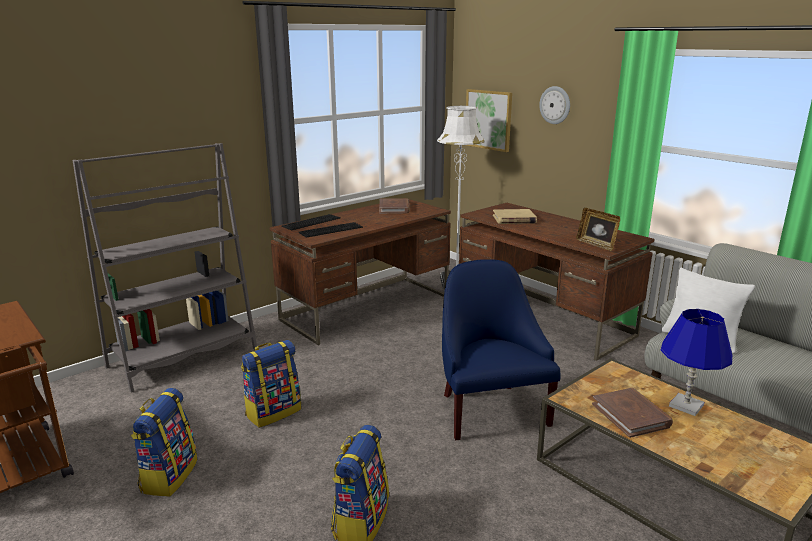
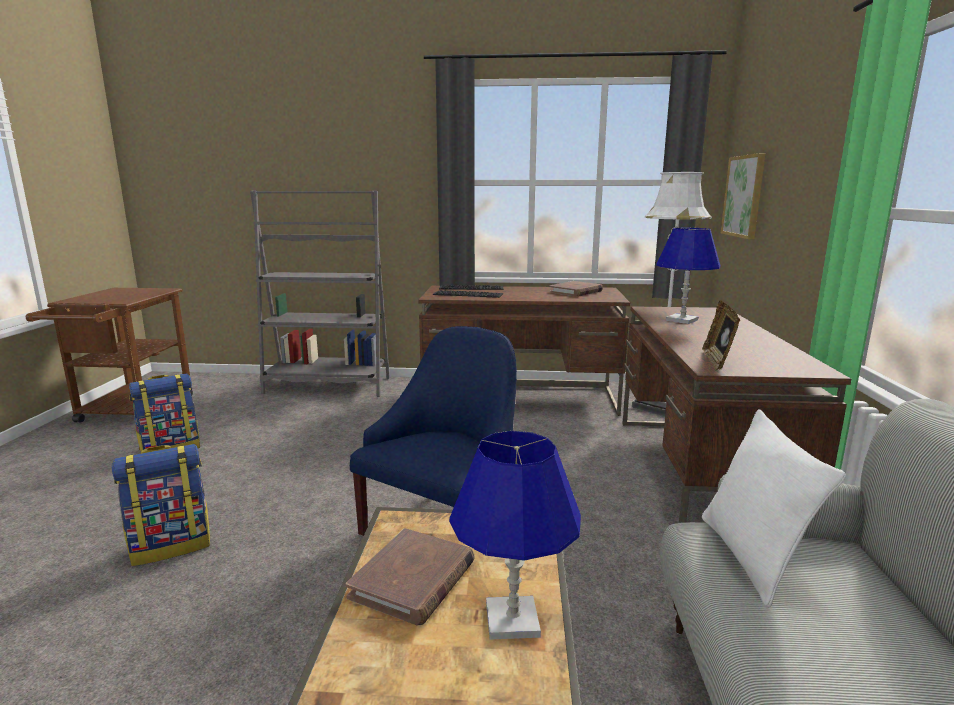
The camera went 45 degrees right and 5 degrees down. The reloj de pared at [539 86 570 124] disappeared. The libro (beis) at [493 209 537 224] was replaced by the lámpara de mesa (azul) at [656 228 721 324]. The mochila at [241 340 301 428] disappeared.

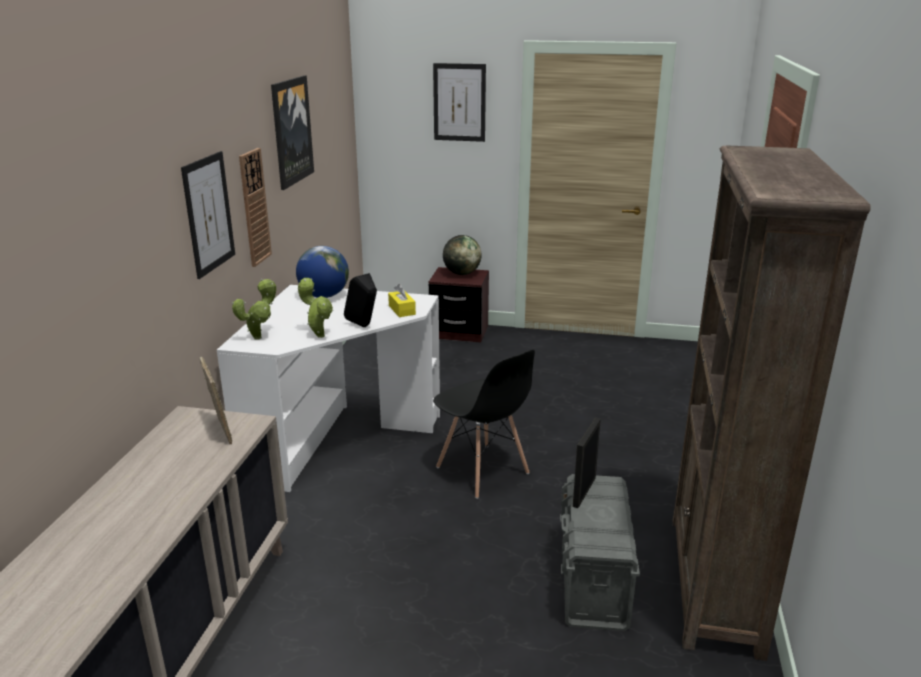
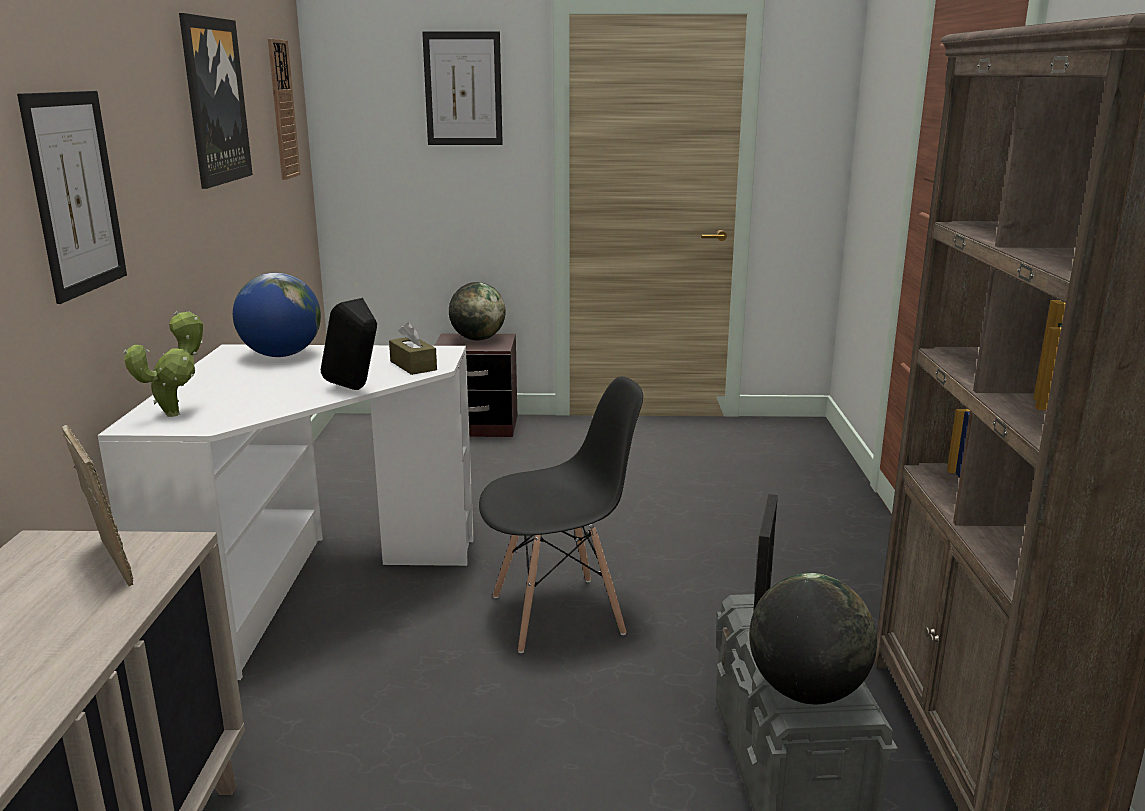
The camera went 10 degrees left and 5 degrees down. The reloj de pared moved from [239 148 272 267] to [268 39 301 180]. The planta en maceta at [298 278 333 338] disappeared. The caja de pañuelos (amarillo) at [388 284 416 317] became the caja de pañuelos (marrón) at [389 322 437 375]. The silla (negro) at [433 350 535 499] turned 60 degrees counterclockwise. The globo terráqueo at [749 573 877 704] appeared.

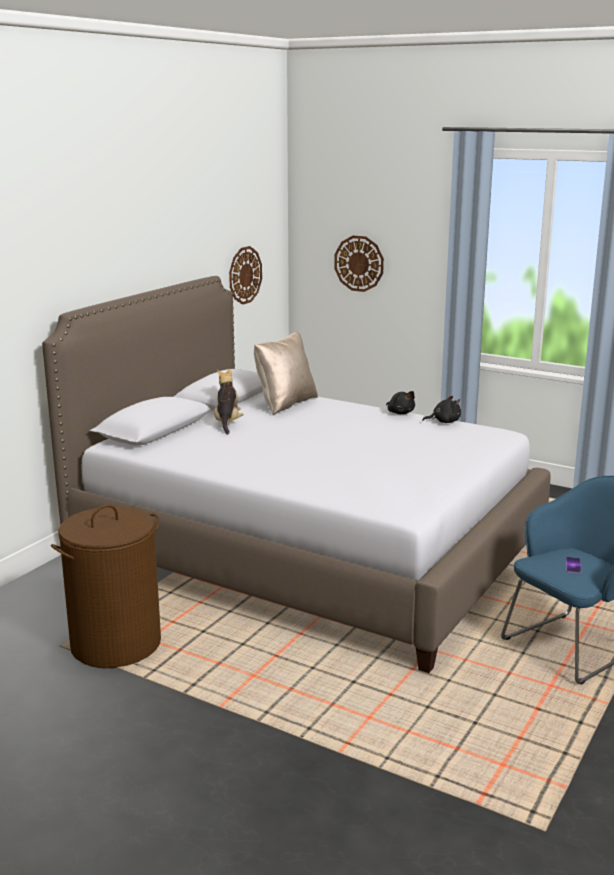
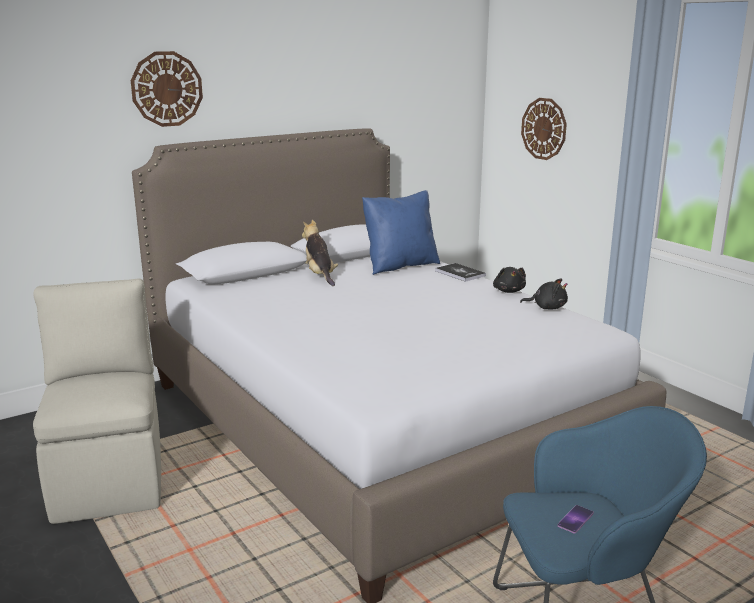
The camera went 25 degrees right and 0 degrees up. The reloj de pared moved from [229 246 262 305] to [131 51 203 127]. The cojín (beis) at [254 332 318 415] became the cojín (azul) at [362 190 440 275]. The peluche at [214 369 244 434] turned 45 degrees counterclockwise. The cesto de la ropa (marrón) at [51 505 161 668] was replaced by the silla (beis) at [33 278 161 524]. The libro at [435 263 486 282] appeared.

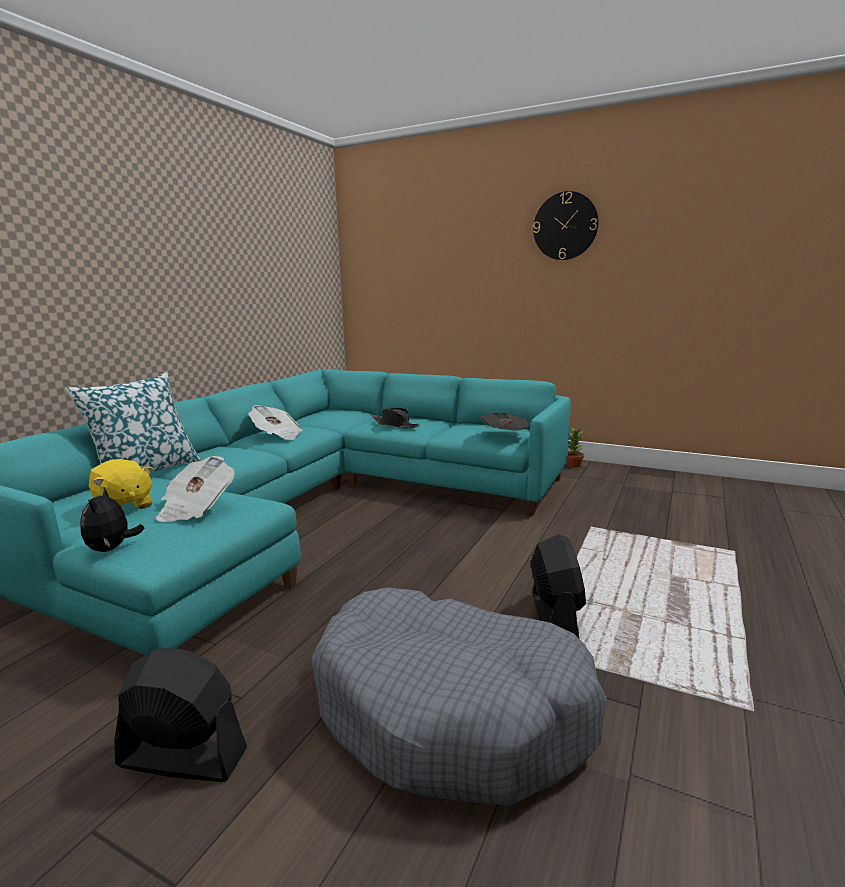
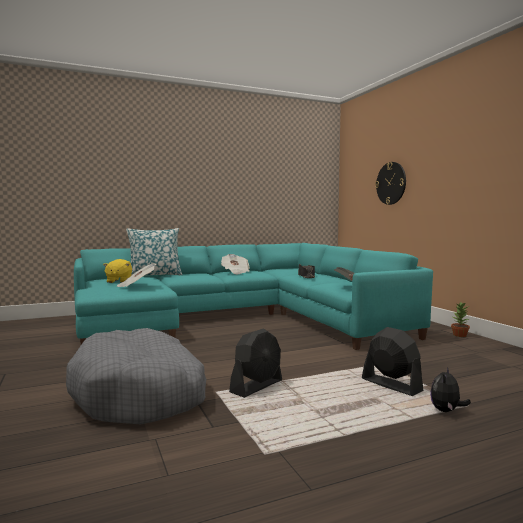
The camera went 40 degrees right and 10 degrees down. The reloj de pared moved from [533 191 598 260] to [375 162 406 205]. The peluche moved from [80 487 144 552] to [430 367 471 412]. The ventilador (negro) moved from [114 648 247 782] to [362 327 424 396].

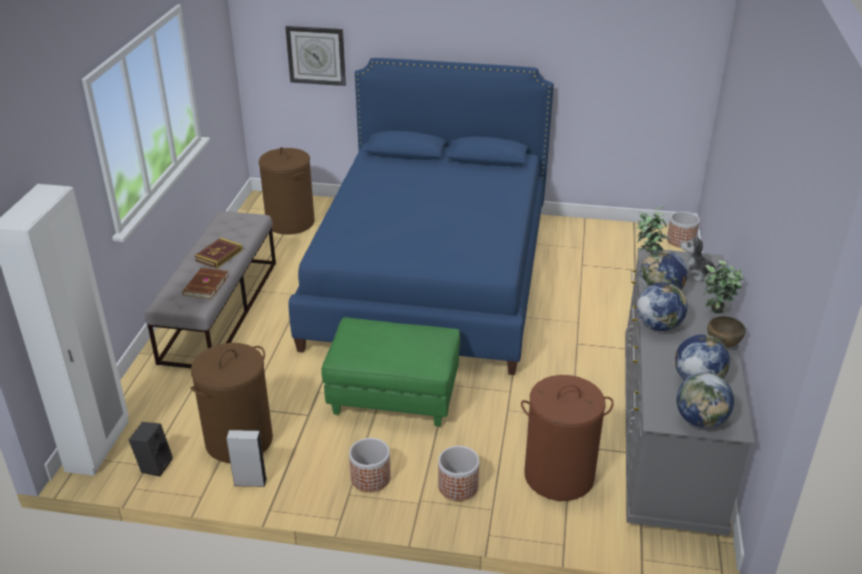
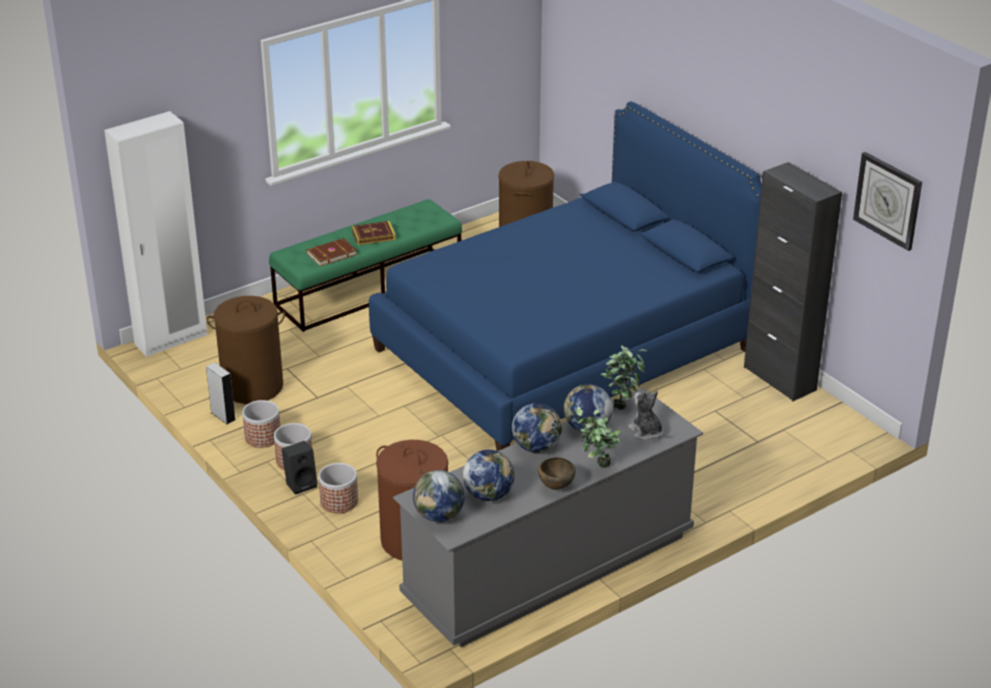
The camera went 45 degrees right and 0 degrees up. The reloj de pared moved from [285 26 346 86] to [853 152 922 251]. The banco (gris) at [145 211 276 368] became the banco (verde) at [269 199 462 332]. The maceta moved from [667 212 700 248] to [242 400 280 448]. The puf (verde) at [321 317 460 427] disappeared. The altavoz (negro) moved from [129 422 173 476] to [282 441 318 495]. The armario (negro) at [744 162 842 401] appeared.

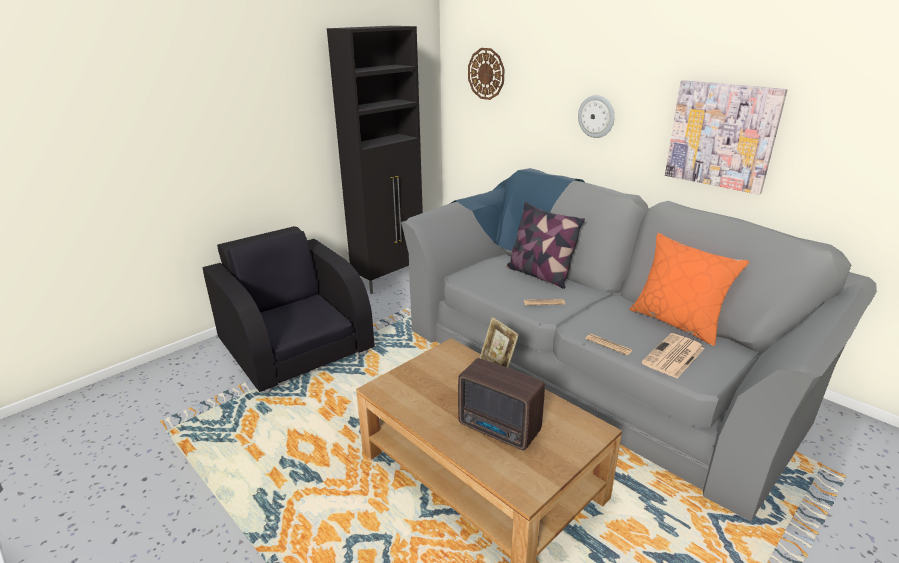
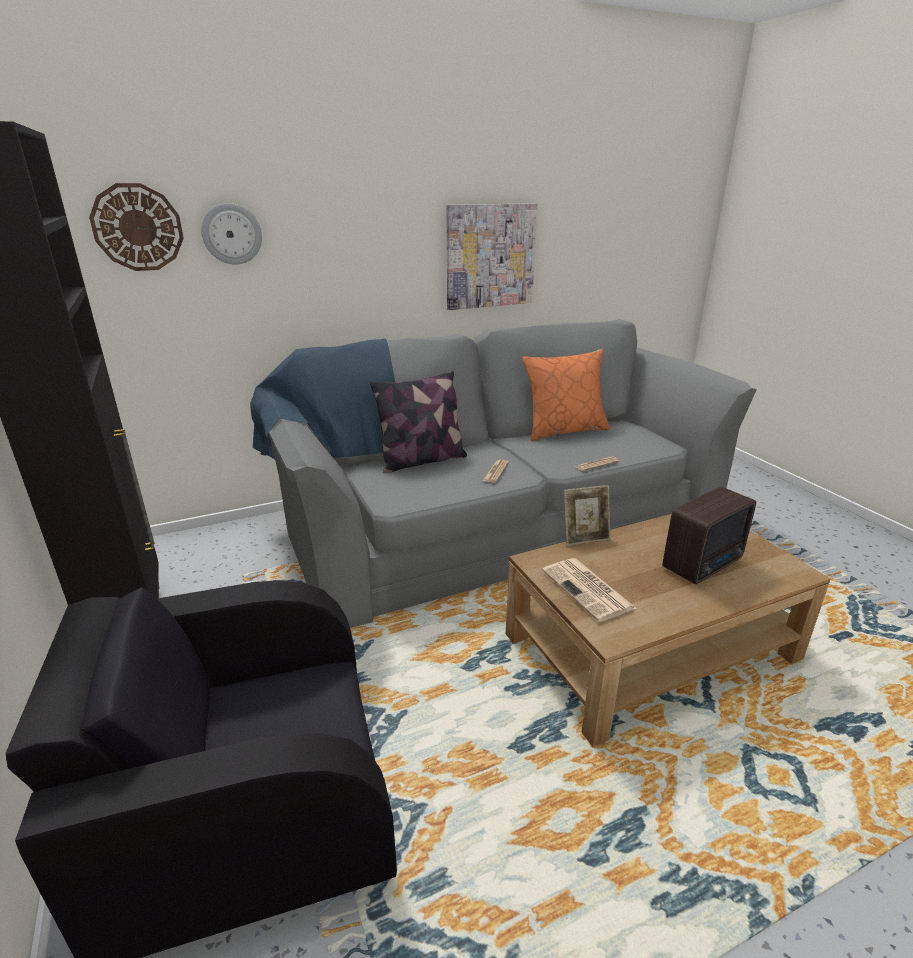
The camera went 70 degrees left and 0 degrees up. The reloj de pared moved from [578 95 615 138] to [201 203 262 265]. The periódico moved from [641 333 705 378] to [542 558 636 622].

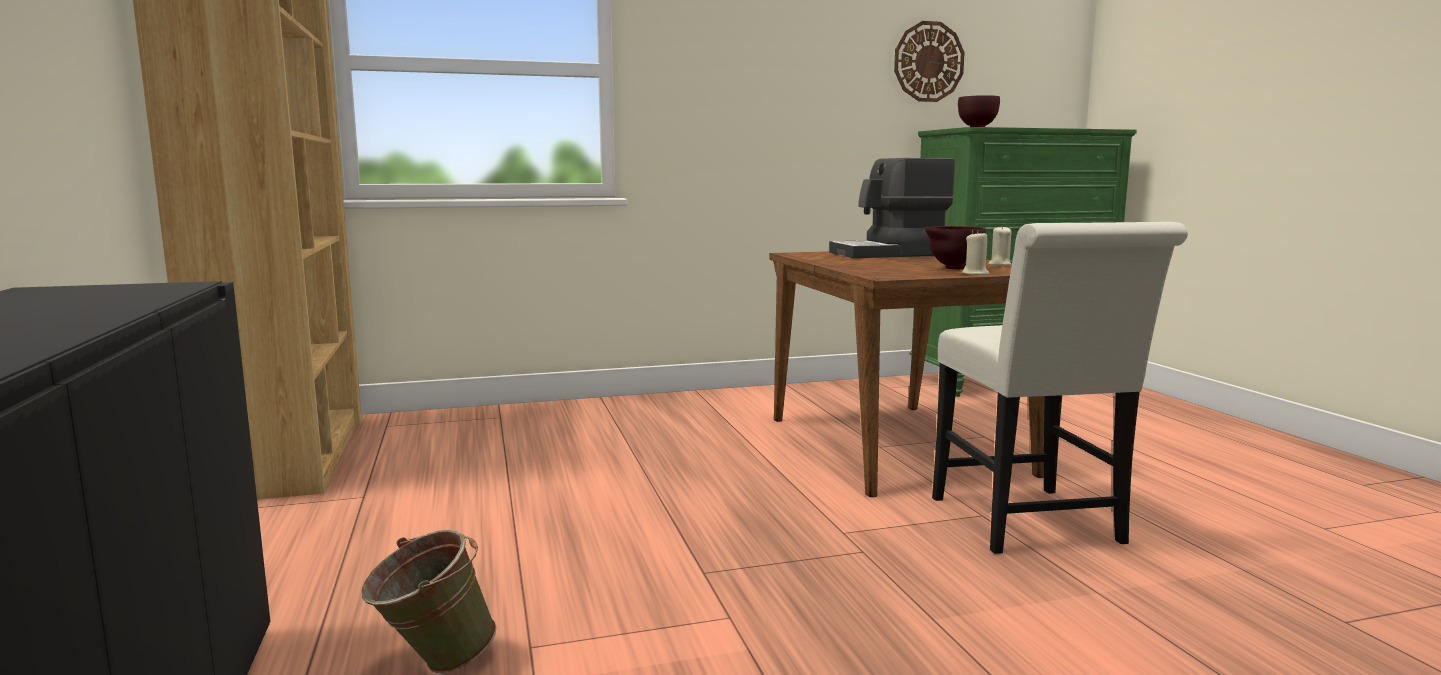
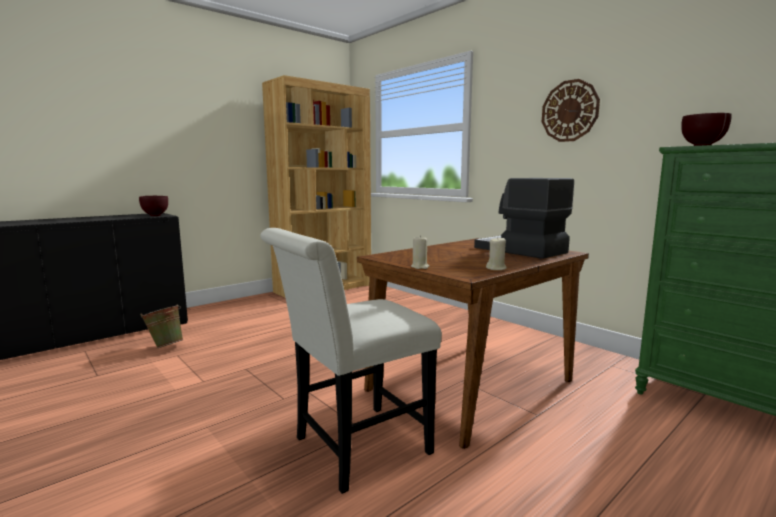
The camera went 65 degrees right and 0 degrees up. The reloj de pared moved from [894 21 965 102] to [542 79 600 142]. The cuenco (marrón) moved from [925 226 986 269] to [139 196 168 216].

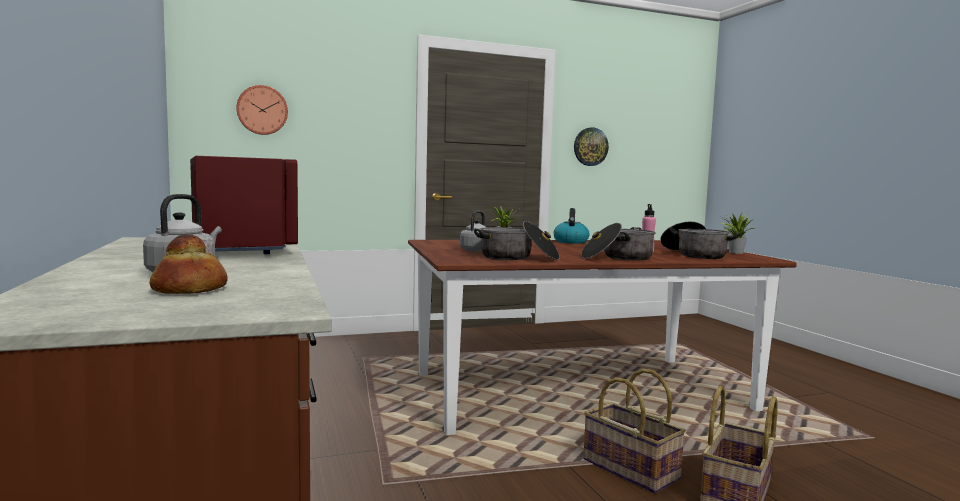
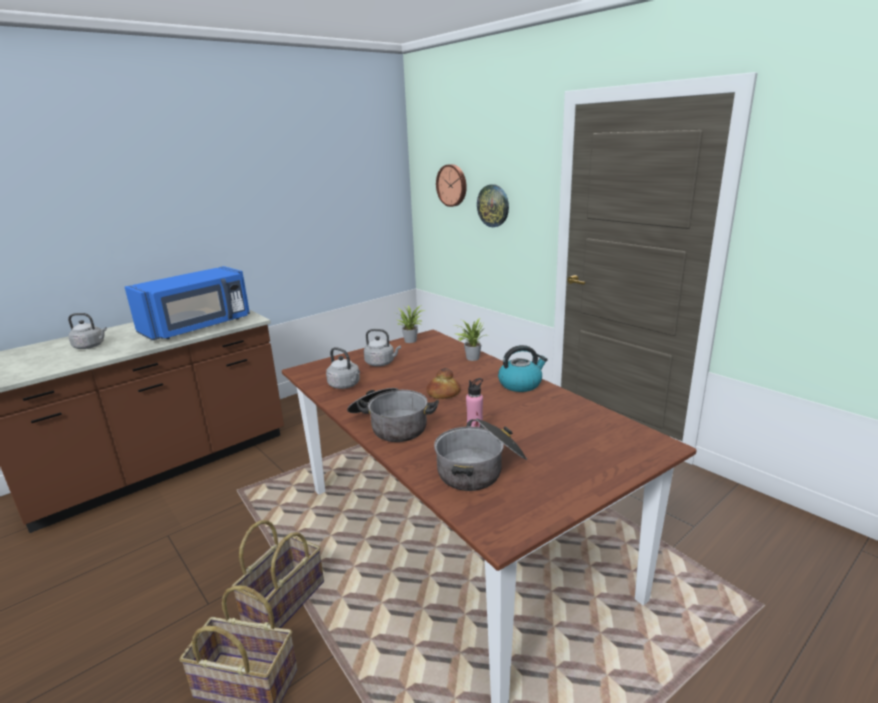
The camera went 70 degrees right and 15 degrees up. The reloj de pared moved from [574 127 609 166] to [477 184 509 227]. The microondas (rojo) at [190 156 298 254] became the microondas (azul) at [125 266 250 341]. The planta en maceta moved from [721 213 754 254] to [398 305 427 343]. The olla at [474 221 560 260] was replaced by the hervidor (gris) at [326 347 360 389]. The pan moved from [150 234 227 294] to [427 368 461 399].

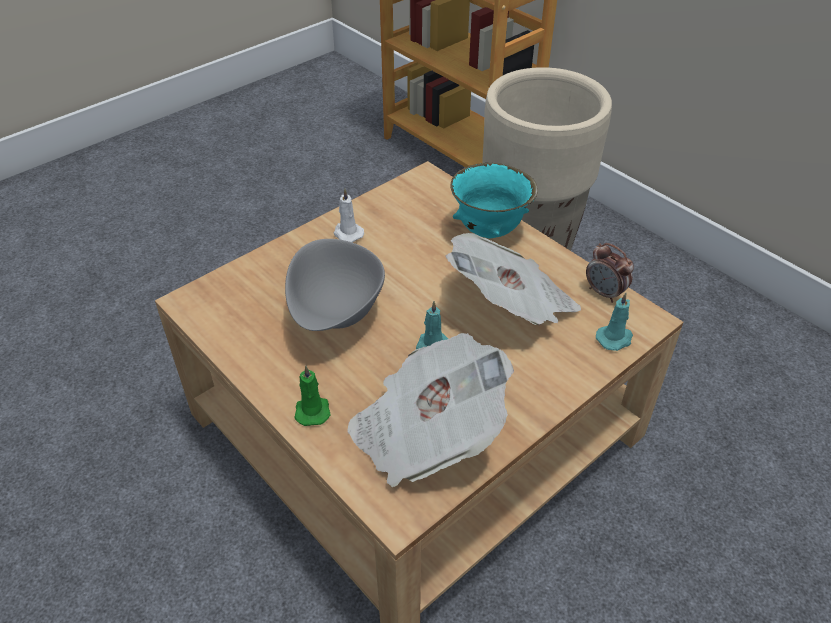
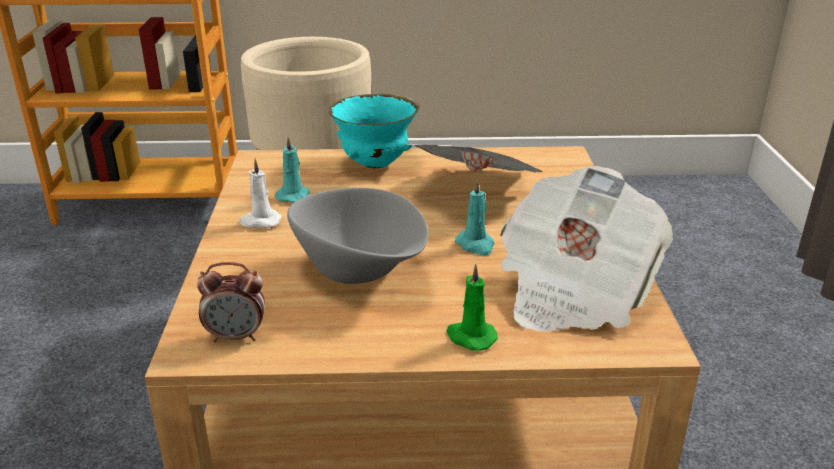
The camera went 50 degrees left and 15 degrees down. The despertador moved from [586 243 634 303] to [197 262 265 343]. The vela (turquesa) moved from [596 293 633 351] to [275 136 310 203].

